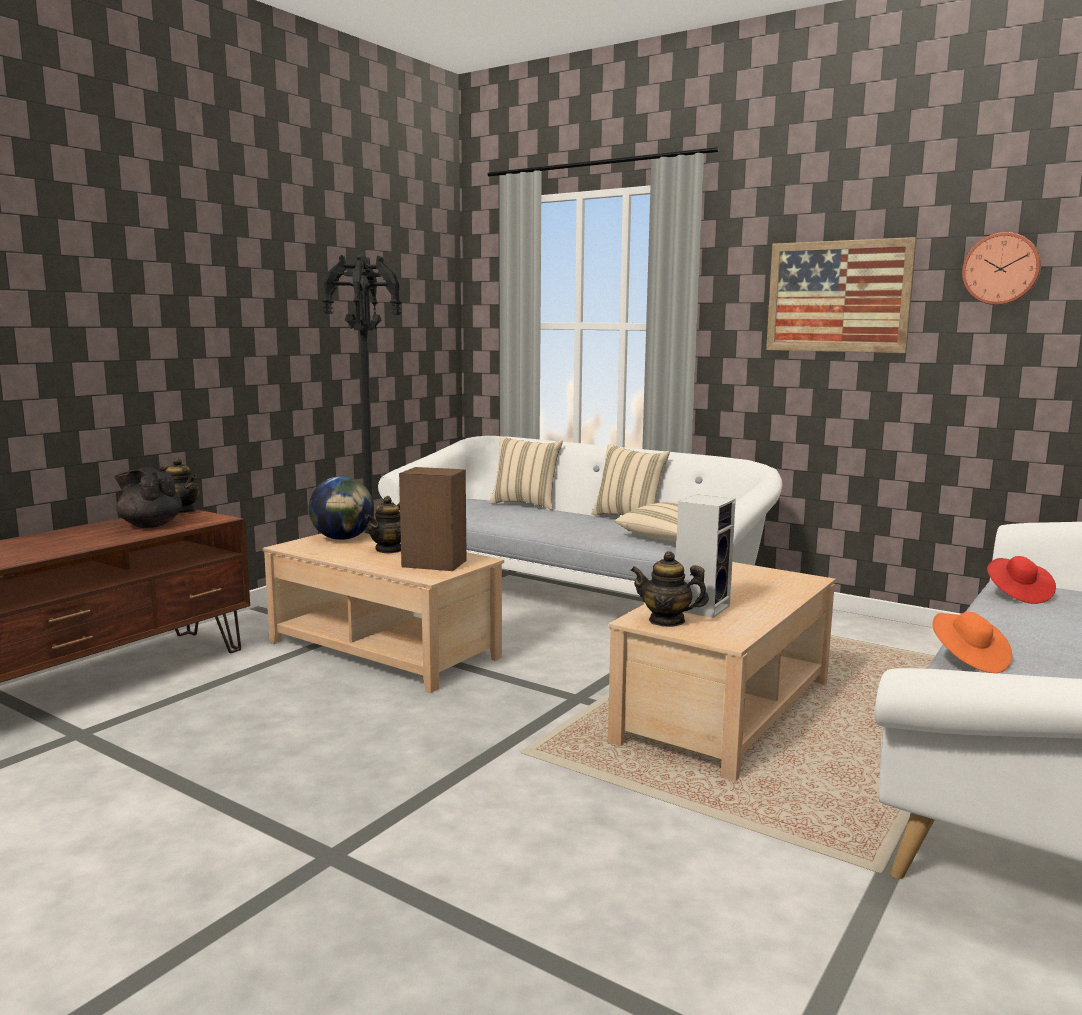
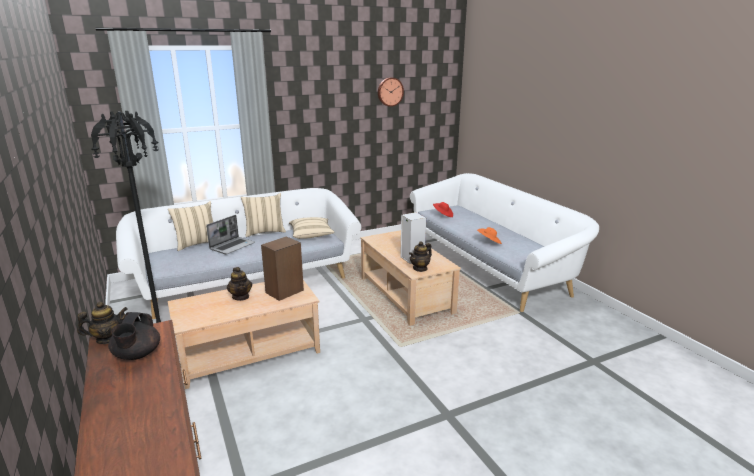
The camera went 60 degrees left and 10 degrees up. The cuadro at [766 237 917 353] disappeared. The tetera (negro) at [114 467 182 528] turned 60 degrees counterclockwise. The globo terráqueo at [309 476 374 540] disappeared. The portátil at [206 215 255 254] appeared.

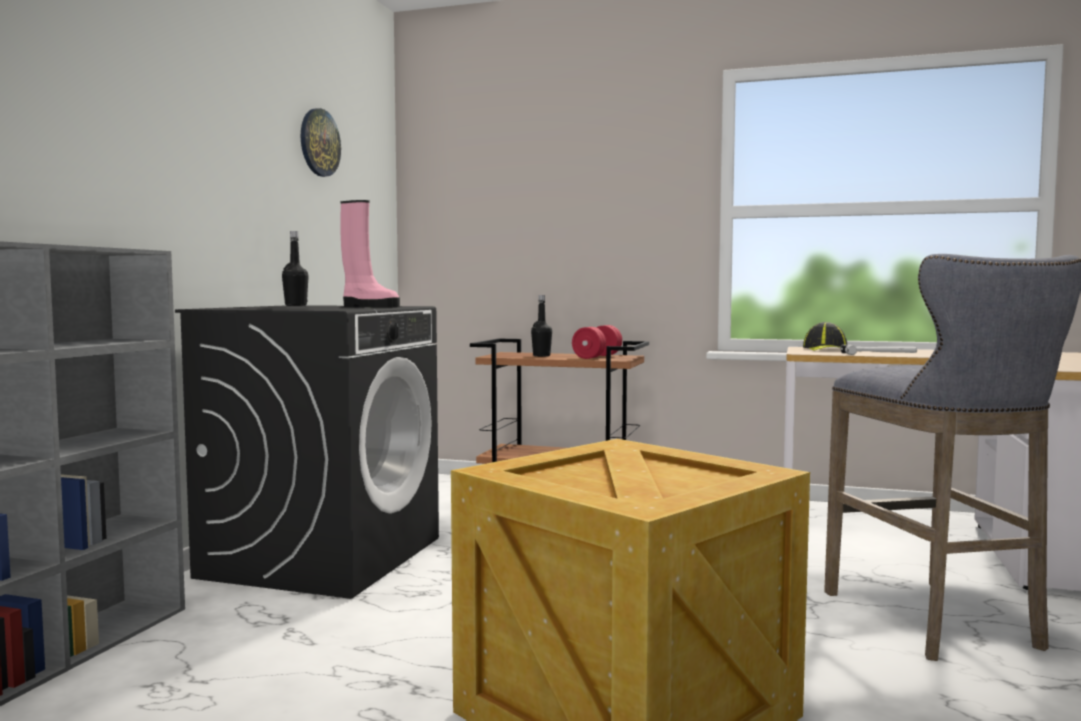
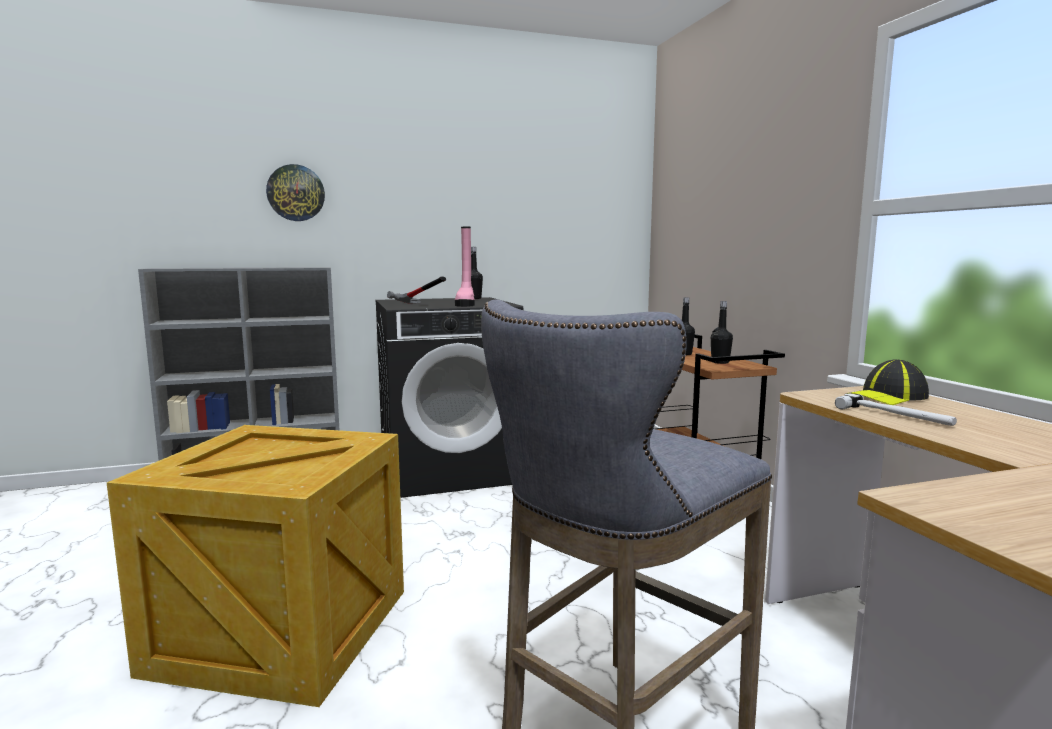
The camera went 55 degrees right and 5 degrees up. The reloj de pared moved from [301 108 341 177] to [266 164 325 221]. The mancuerna (rojo) at [572 325 622 359] was replaced by the botella (negro) at [711 301 733 364]. The martillo at [387 276 446 303] appeared.

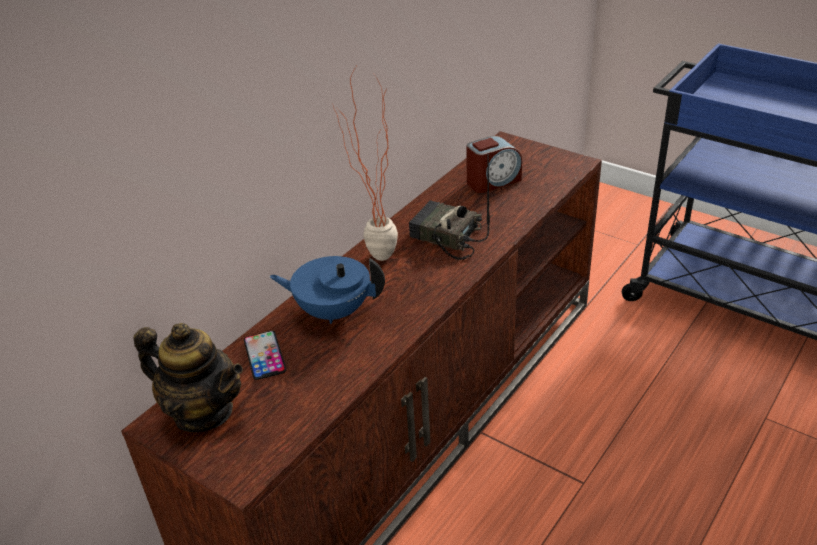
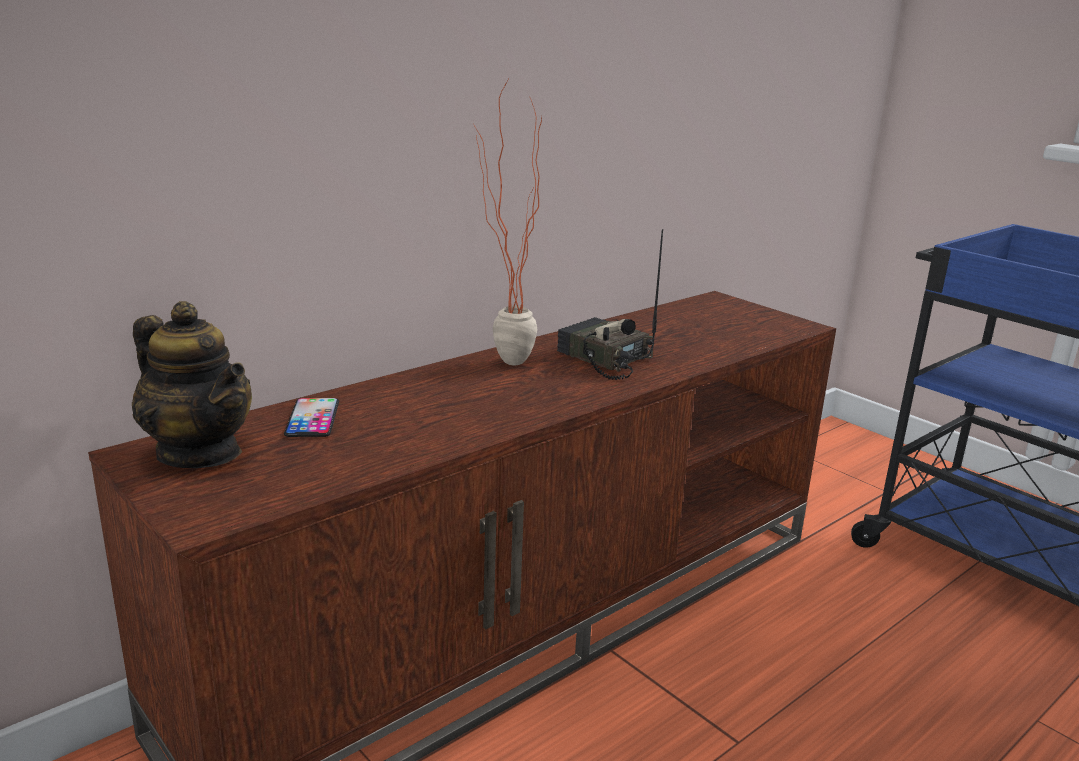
The camera went 10 degrees right and 15 degrees down. The despertador at [466 136 522 193] disappeared. The tetera (azul) at [270 256 385 324] disappeared.

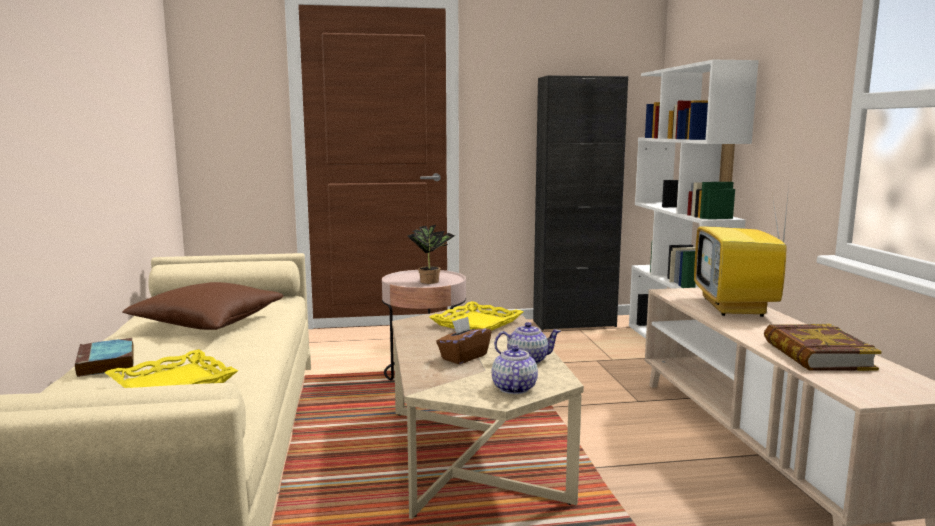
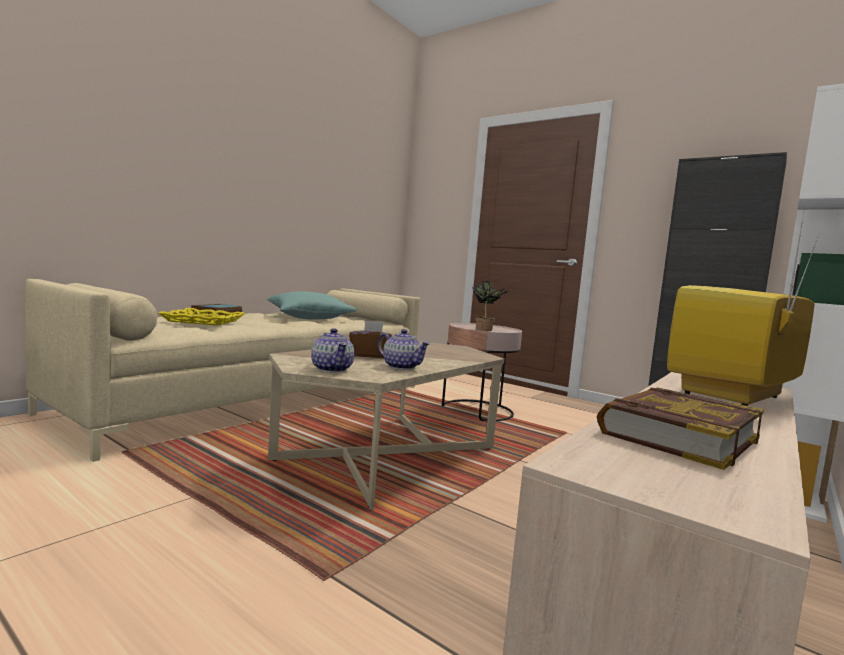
The camera went 45 degrees right and 5 degrees down. The cojín (marrón) at [122 282 283 330] became the cojín (turquesa) at [267 291 357 320]. The bandeja (amarillo) at [429 301 523 331] disappeared. The tetera at [492 345 538 394] turned 105 degrees clockwise.

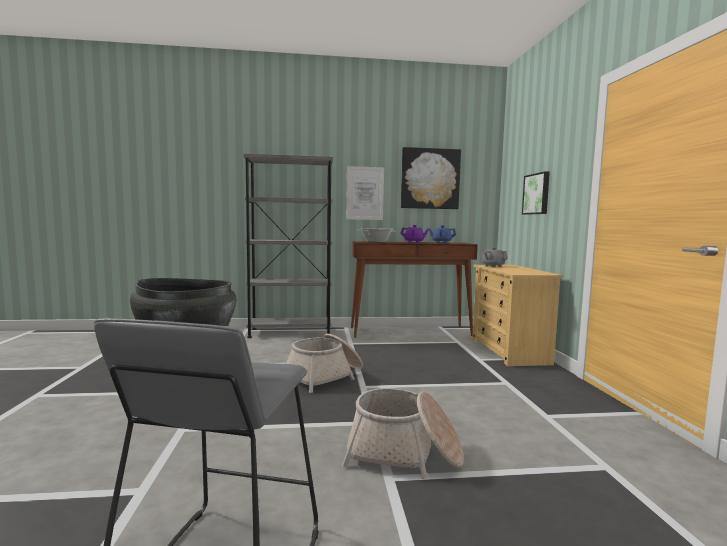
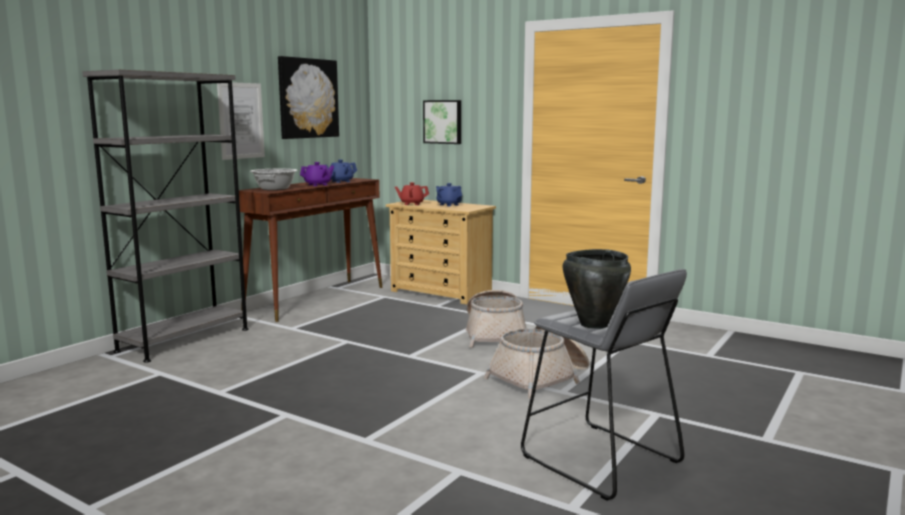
The camera went 50 degrees left and 5 degrees up. The tetera (gris) at [480 247 508 267] became the tetera (rojo) at [395 182 429 205]. The cesta moved from [285 334 363 393] to [466 290 526 348]. The tetera (azul) at [436 183 462 206] appeared.

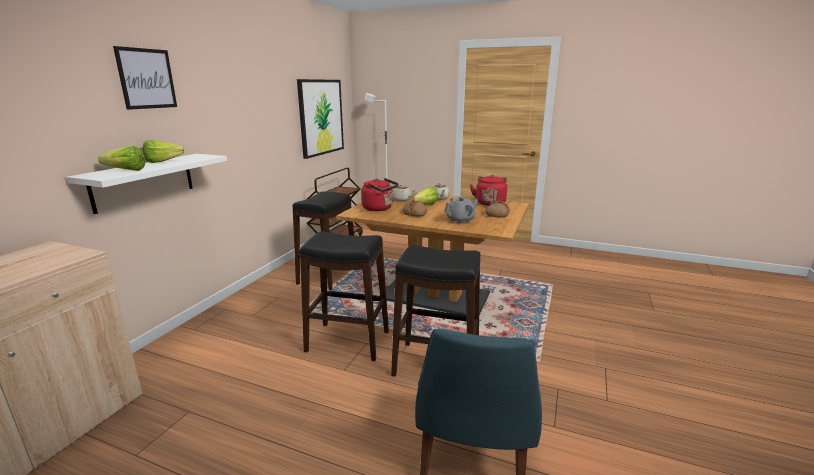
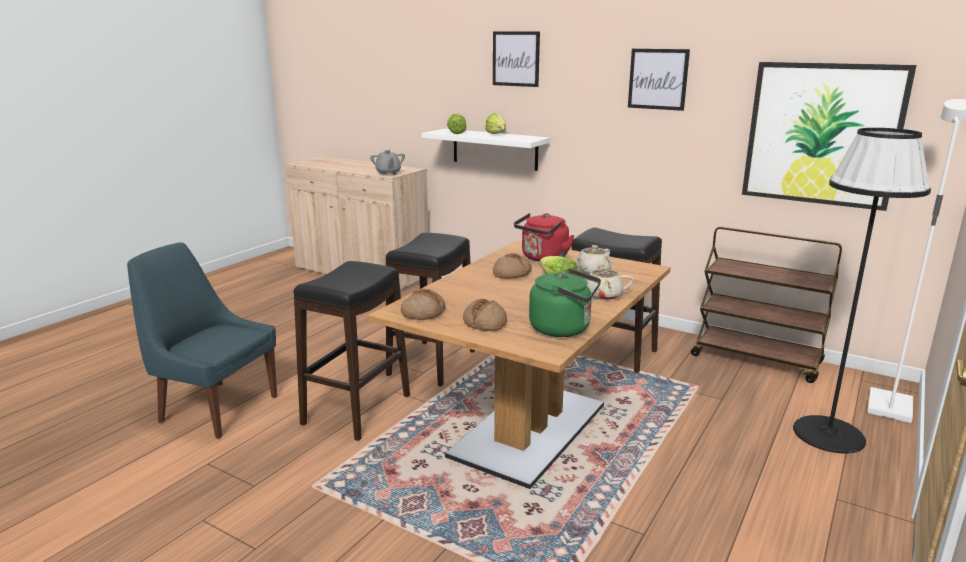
The camera went 100 degrees right and 0 degrees up. The hervidor (rojo) at [470 175 507 206] became the hervidor (verde) at [529 268 601 337]. The tetera (gris) moved from [444 197 478 224] to [370 150 405 176]. The cuadro at [628 49 690 111] appeared. The lámpara de pie (negro) at [793 128 931 454] appeared. The pan at [401 289 446 320] appeared.

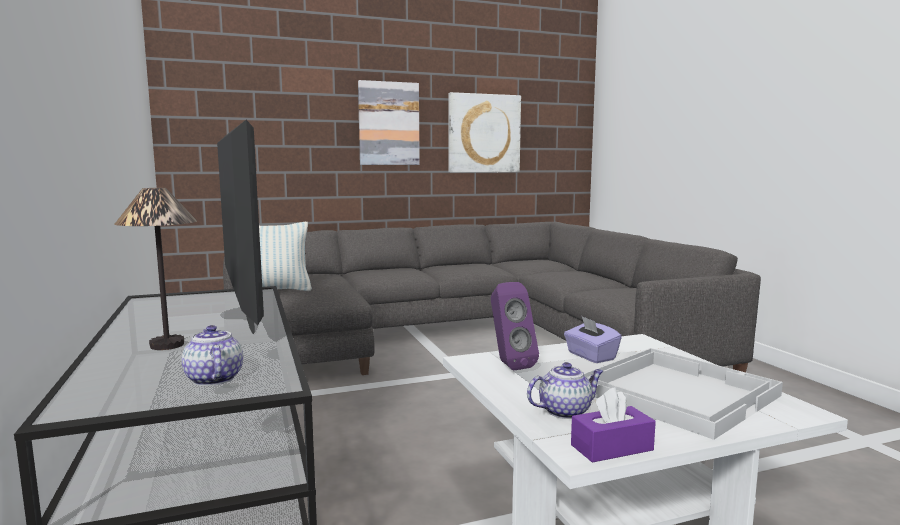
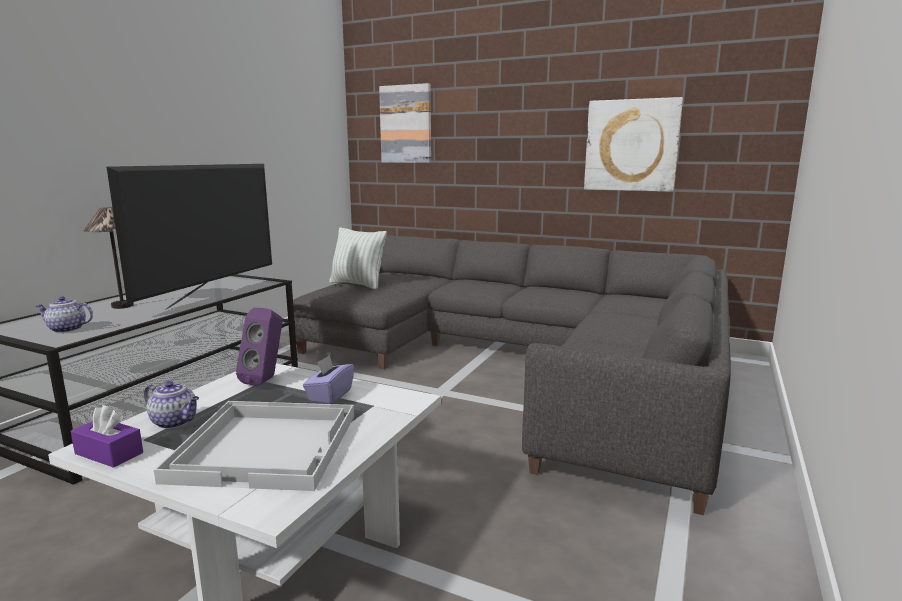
The camera went 45 degrees right and 5 degrees up. The cuadro moved from [358 80 420 165] to [379 83 431 163]. The tetera at [181 325 243 386] turned 105 degrees counterclockwise.

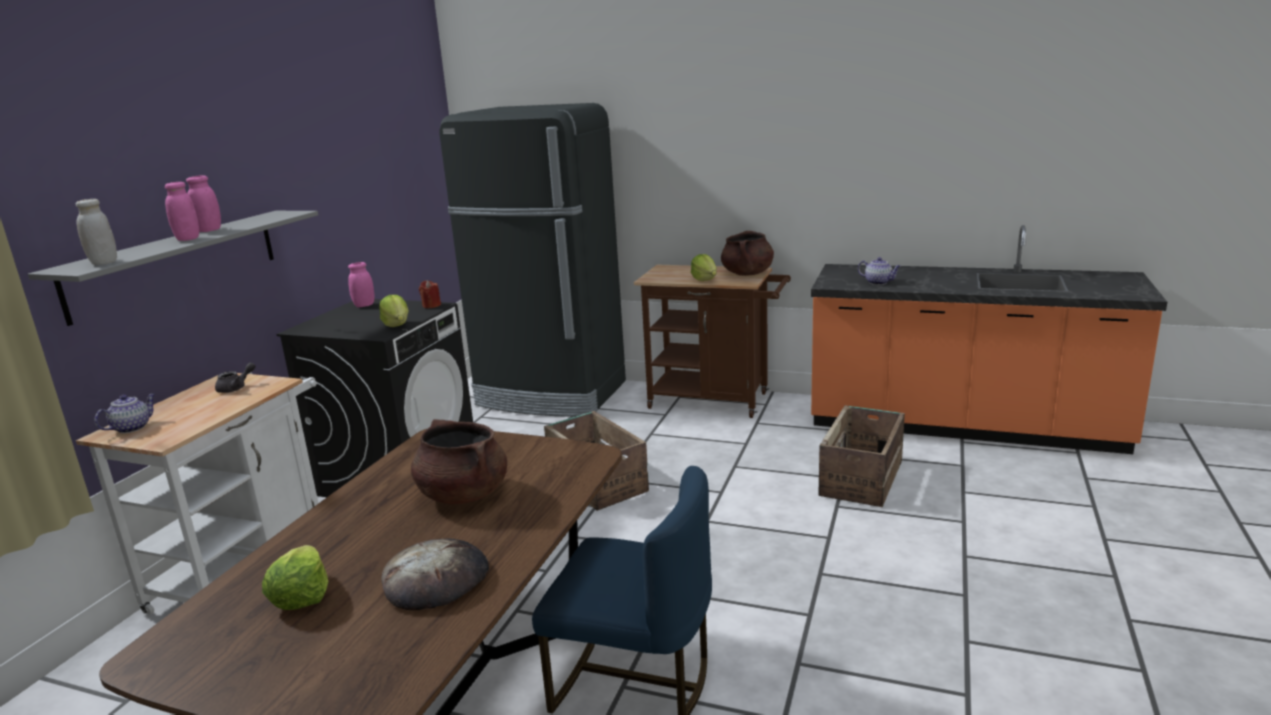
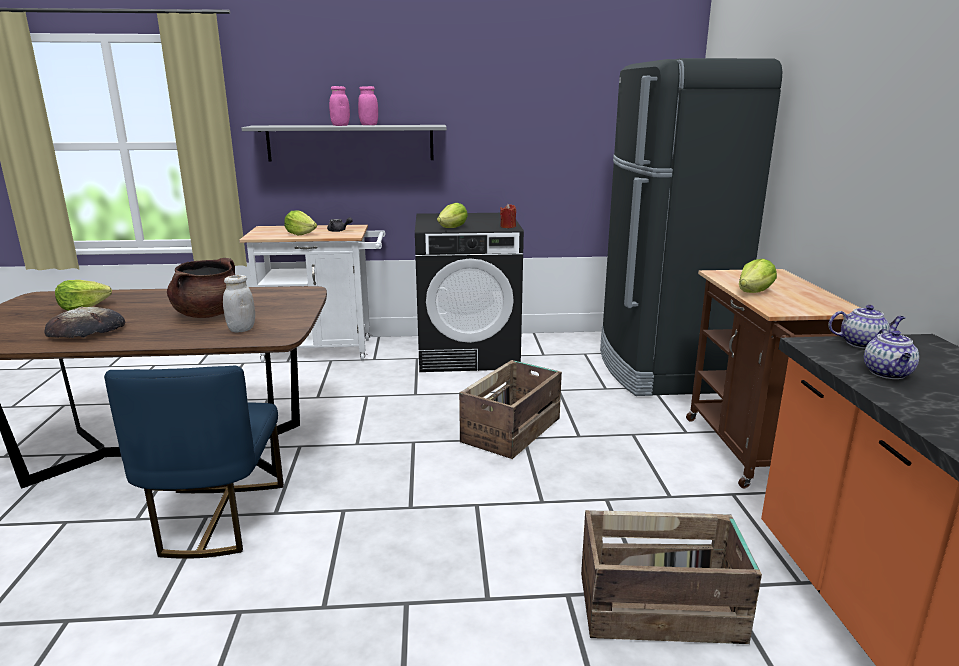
The camera went 65 degrees right and 0 degrees up. The tarro (blanco) moved from [76 199 117 265] to [223 275 255 332]. The olla (marrón) at [721 231 774 276] disappeared. The tarro (rosa) at [348 262 375 307] disappeared. The tetera moved from [94 393 155 433] to [828 305 905 349]. The lechuga at [284 210 317 236] appeared.

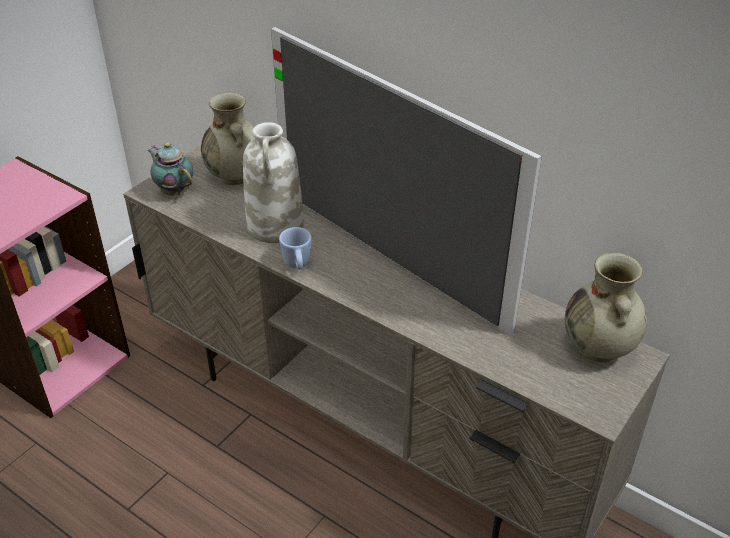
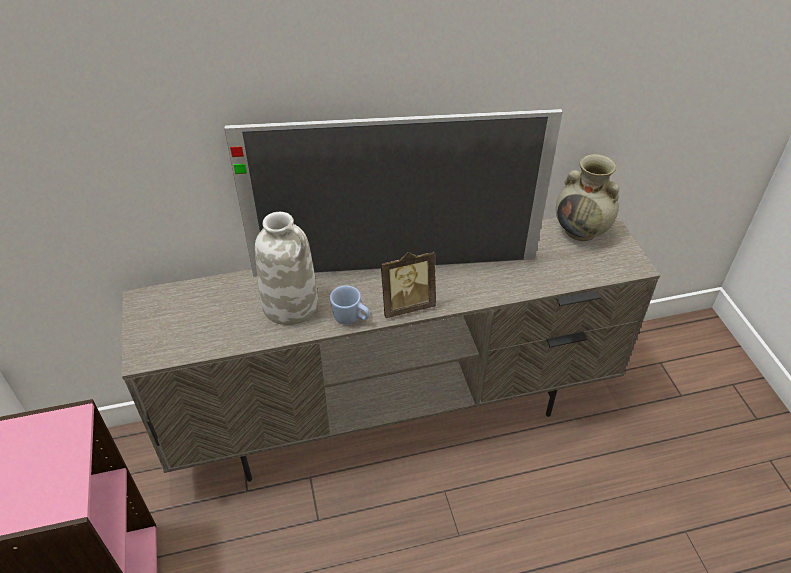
The camera went 50 degrees left and 5 degrees up. The florero (beis) at [201 92 255 185] disappeared. The tetera at [148 142 193 196] disappeared. The portarretratos at [381 251 436 318] appeared.

